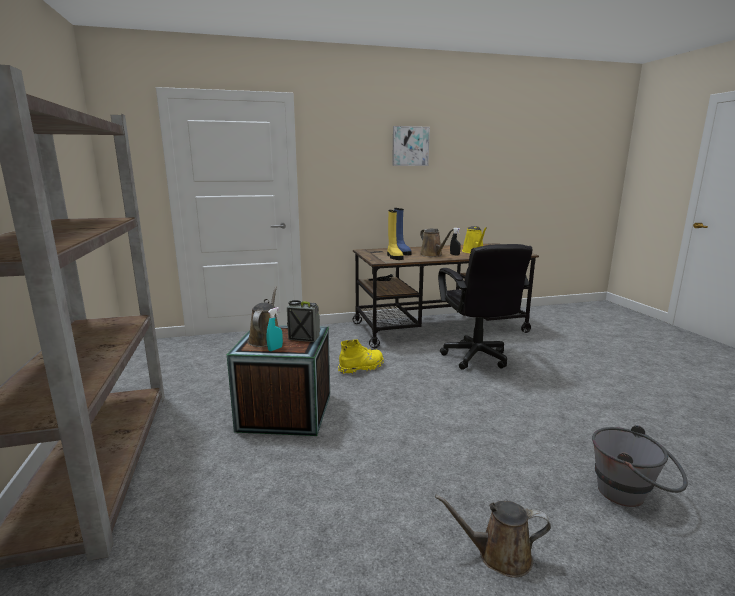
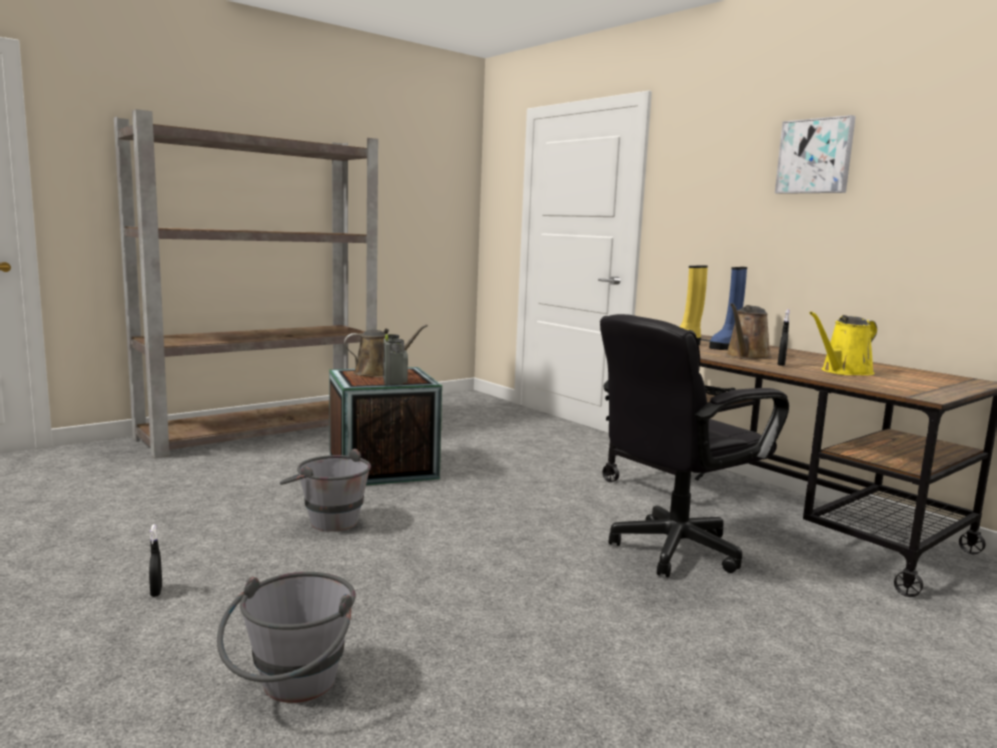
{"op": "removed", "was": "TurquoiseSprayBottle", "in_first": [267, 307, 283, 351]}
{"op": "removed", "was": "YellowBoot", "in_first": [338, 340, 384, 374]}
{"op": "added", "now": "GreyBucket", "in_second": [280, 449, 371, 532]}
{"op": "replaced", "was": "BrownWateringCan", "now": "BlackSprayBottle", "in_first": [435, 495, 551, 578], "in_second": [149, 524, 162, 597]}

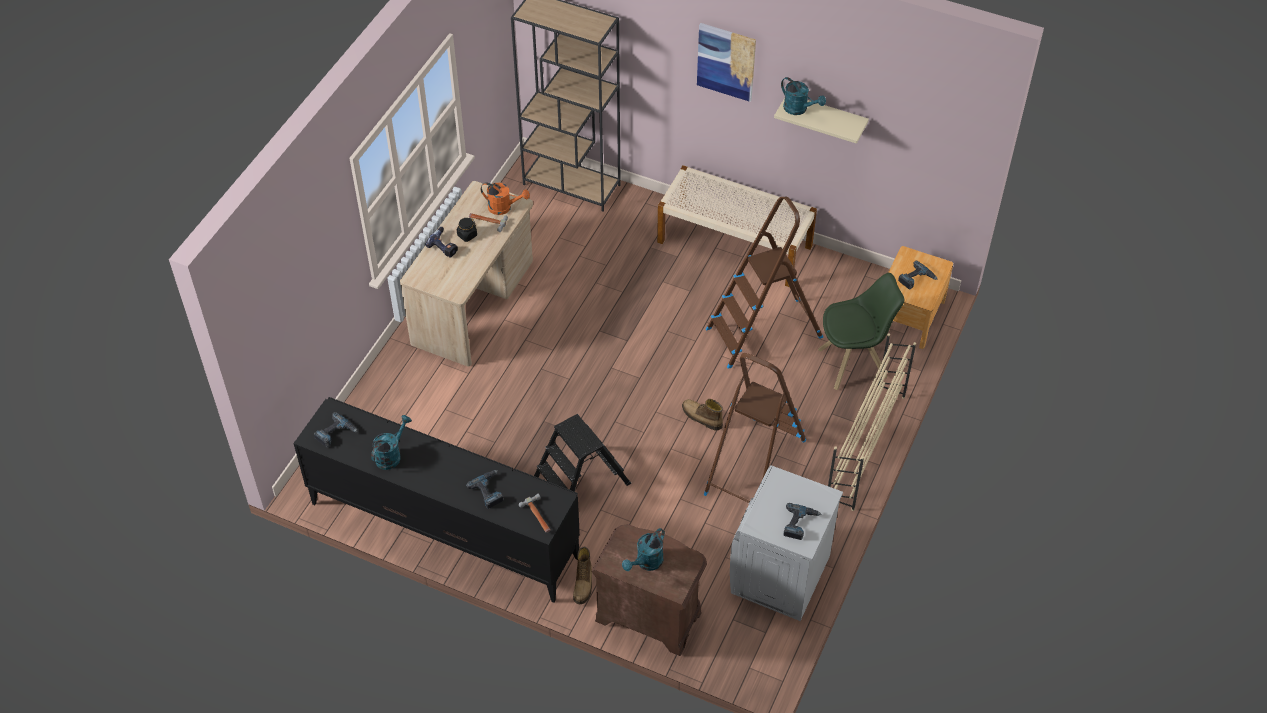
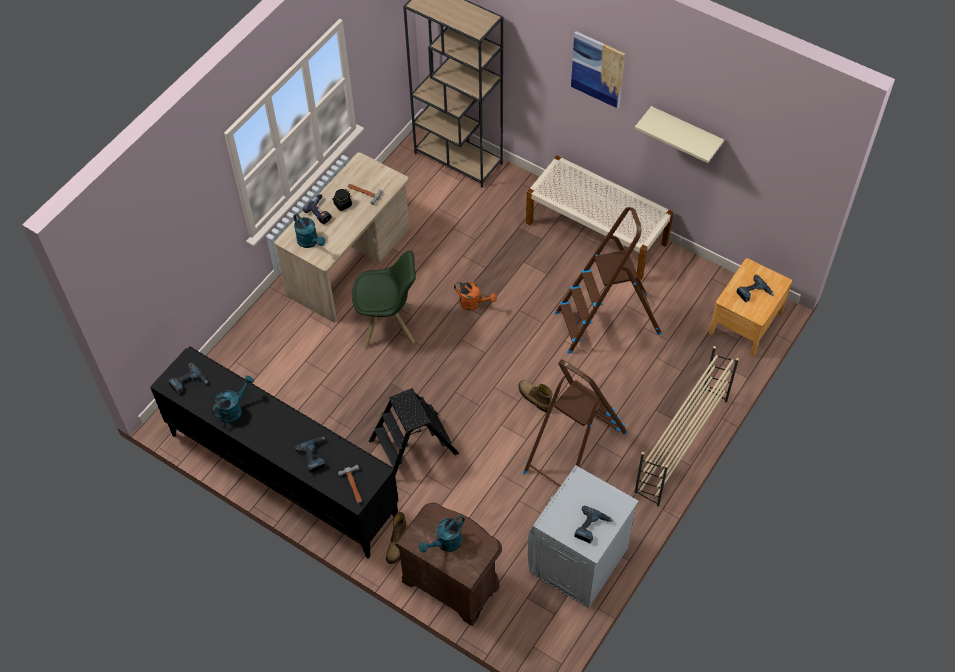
{"op": "moved", "was": "OrangeWateringCan", "in_first": [481, 182, 530, 215], "in_second": [454, 282, 497, 311]}
{"op": "moved", "was": "TurquoiseWateringCan", "in_first": [781, 77, 826, 115], "in_second": [293, 214, 325, 248]}
{"op": "moved", "was": "GreenChair", "in_first": [818, 273, 904, 390], "in_second": [352, 250, 416, 349]}

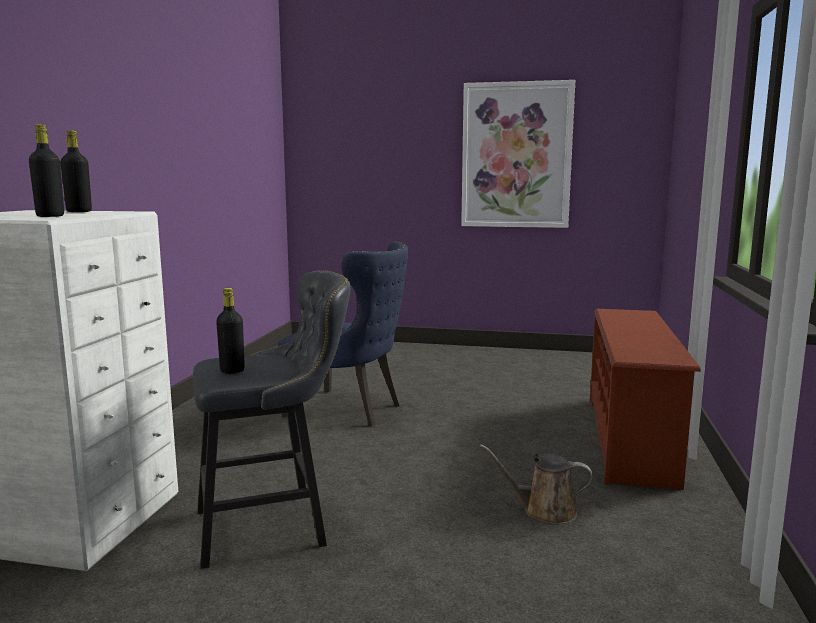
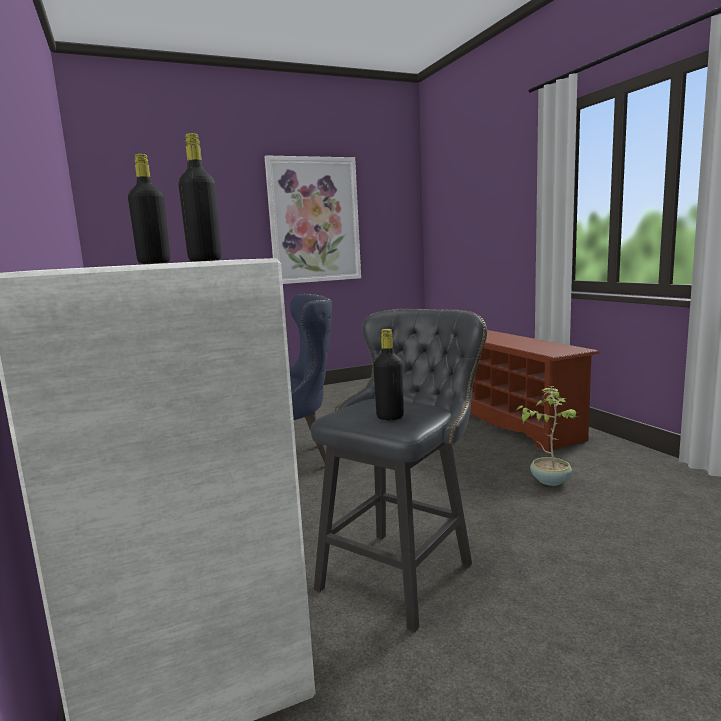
{"op": "replaced", "was": "BrownWateringCan", "now": "PottedPlant", "in_first": [480, 444, 593, 524], "in_second": [516, 386, 580, 486]}

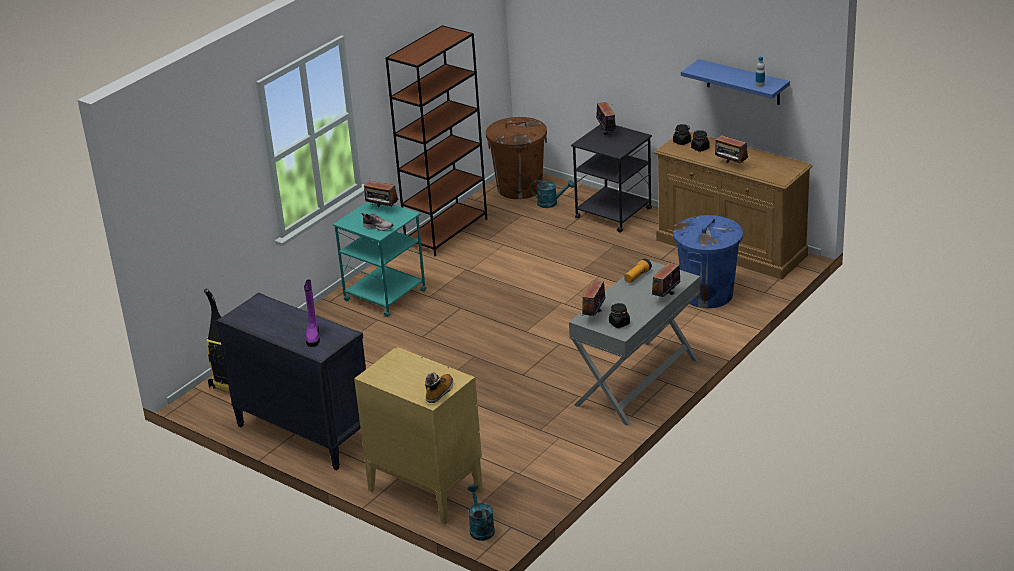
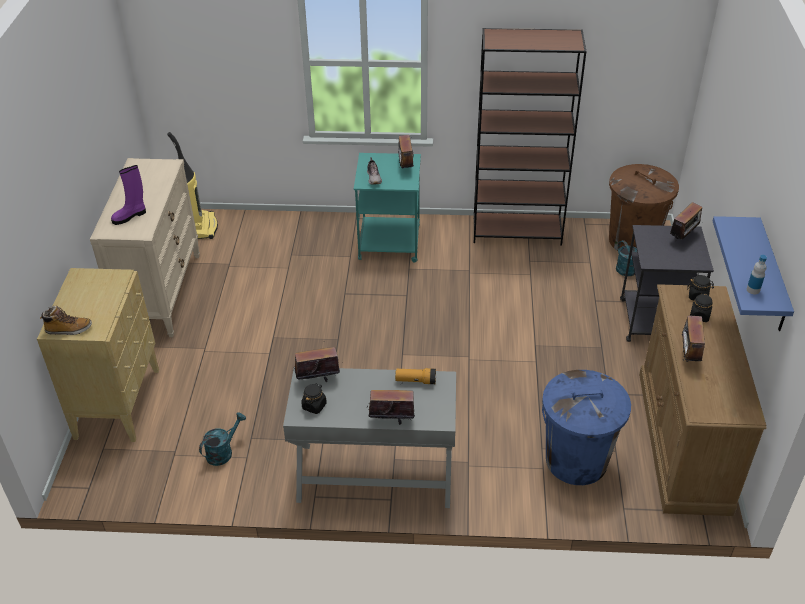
{"op": "moved", "was": "TurquoiseWateringCan", "in_first": [467, 484, 495, 541], "in_second": [199, 412, 246, 466]}
{"op": "recoloured", "was": "BlackDresser", "now": "BeigeDresser", "in_first": [216, 292, 366, 470], "in_second": [90, 158, 200, 337]}

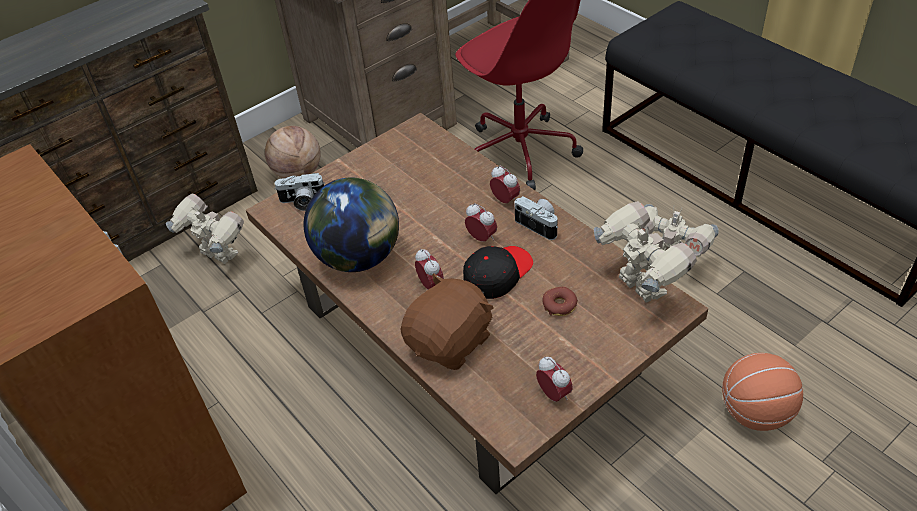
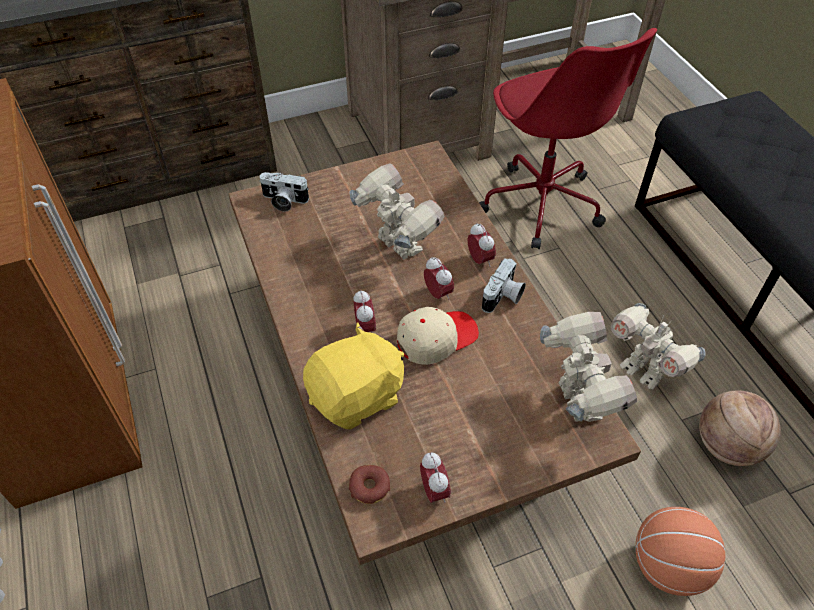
{"op": "removed", "was": "Globe", "in_first": [304, 177, 399, 272]}
{"op": "moved", "was": "ToyRobot", "in_first": [166, 194, 244, 264], "in_second": [350, 164, 445, 260]}
{"op": "moved", "was": "Basketball", "in_first": [265, 126, 321, 179], "in_second": [699, 390, 781, 466]}
{"op": "moved", "was": "Donut", "in_first": [542, 287, 578, 316], "in_second": [349, 465, 390, 504]}
{"op": "recoloured", "was": "BrownPlushToy", "now": "YellowPlushToy", "in_first": [400, 273, 494, 370], "in_second": [303, 322, 404, 429]}
{"op": "recoloured", "was": "BlackCap", "now": "BeigeCap", "in_first": [463, 246, 533, 299], "in_second": [397, 307, 479, 365]}
{"op": "turned", "was": "PhotoCamera", "in_first": [514, 196, 558, 240], "in_second": [482, 258, 526, 313], "clockwise": 60}

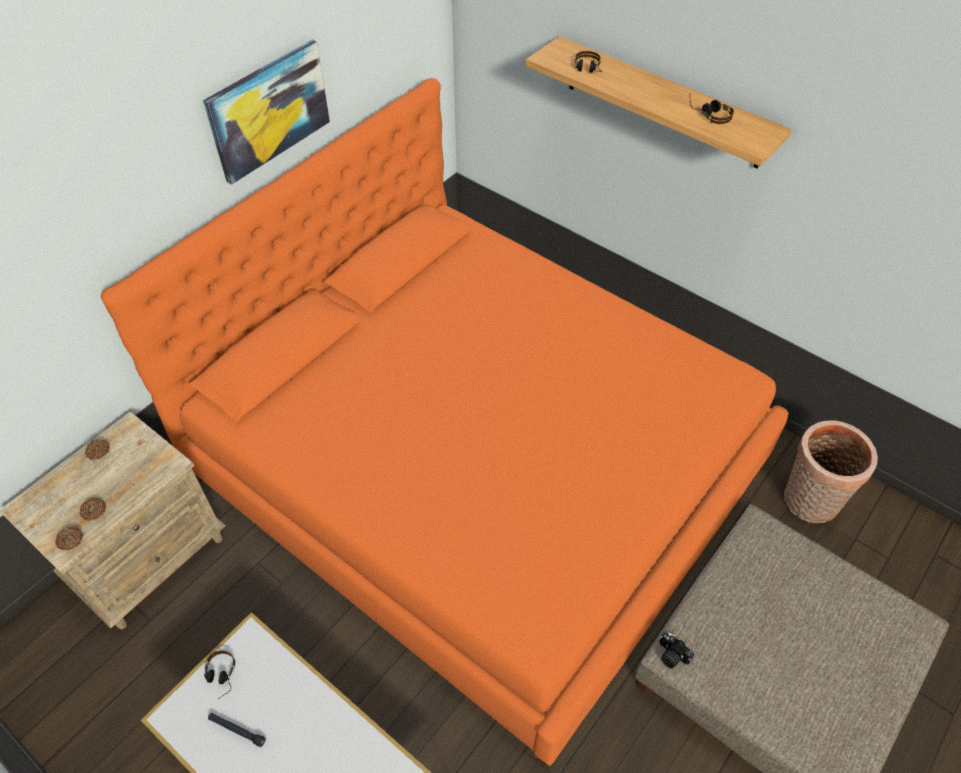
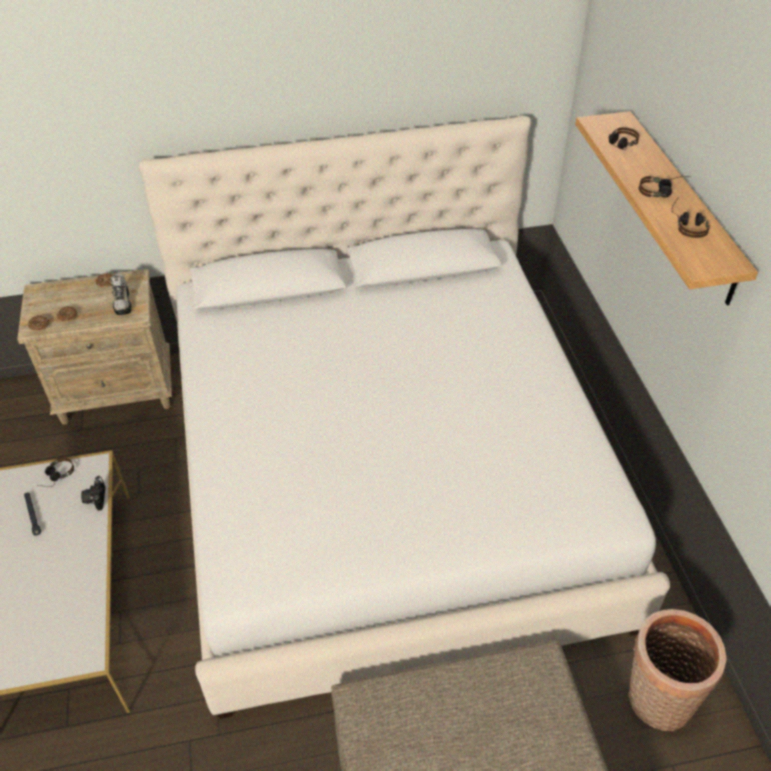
{"op": "removed", "was": "Picture", "in_first": [203, 40, 330, 185]}
{"op": "added", "now": "Shoe", "in_second": [110, 274, 132, 315]}
{"op": "added", "now": "Headphones", "in_second": [639, 176, 690, 197]}
{"op": "moved", "was": "PhotoCamera", "in_first": [659, 631, 694, 669], "in_second": [81, 476, 106, 511]}
{"op": "recoloured", "was": "OrangeBed", "now": "WhiteBed", "in_first": [101, 78, 789, 766], "in_second": [139, 116, 670, 719]}

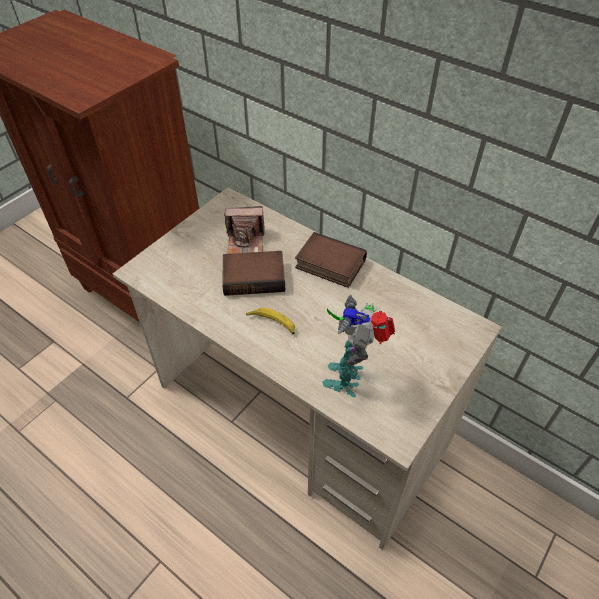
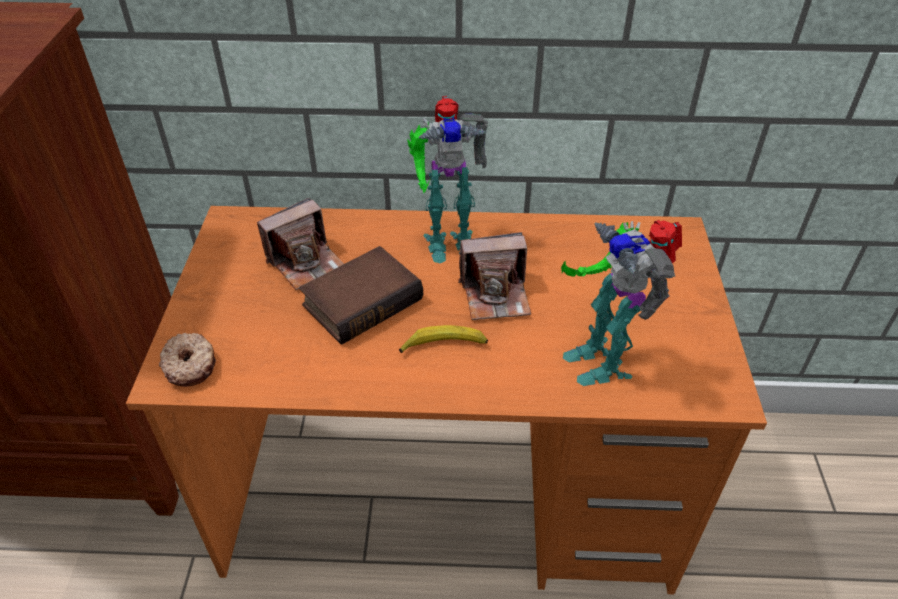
{"op": "added", "now": "Donut", "in_second": [159, 333, 216, 387]}
{"op": "added", "now": "PhotoCamera", "in_second": [458, 232, 531, 320]}
{"op": "replaced", "was": "Book", "now": "ToyRobot", "in_first": [295, 232, 367, 288], "in_second": [407, 96, 488, 263]}
{"op": "recoloured", "was": "BeigeDesk", "now": "OrangeDesk", "in_first": [113, 187, 502, 550], "in_second": [126, 206, 767, 594]}

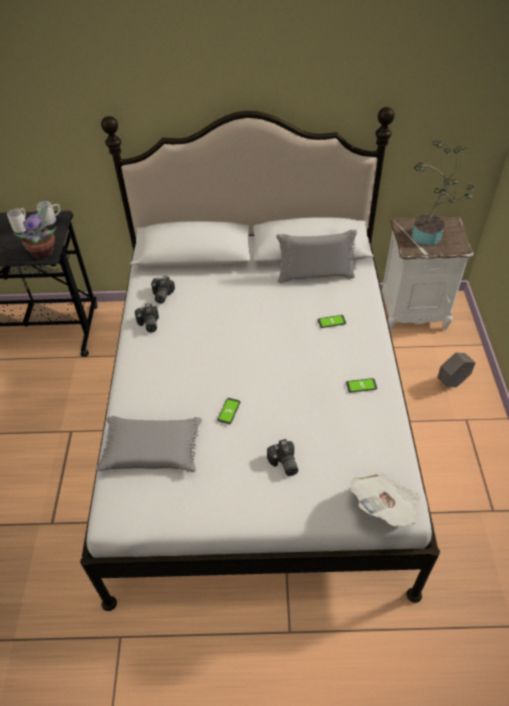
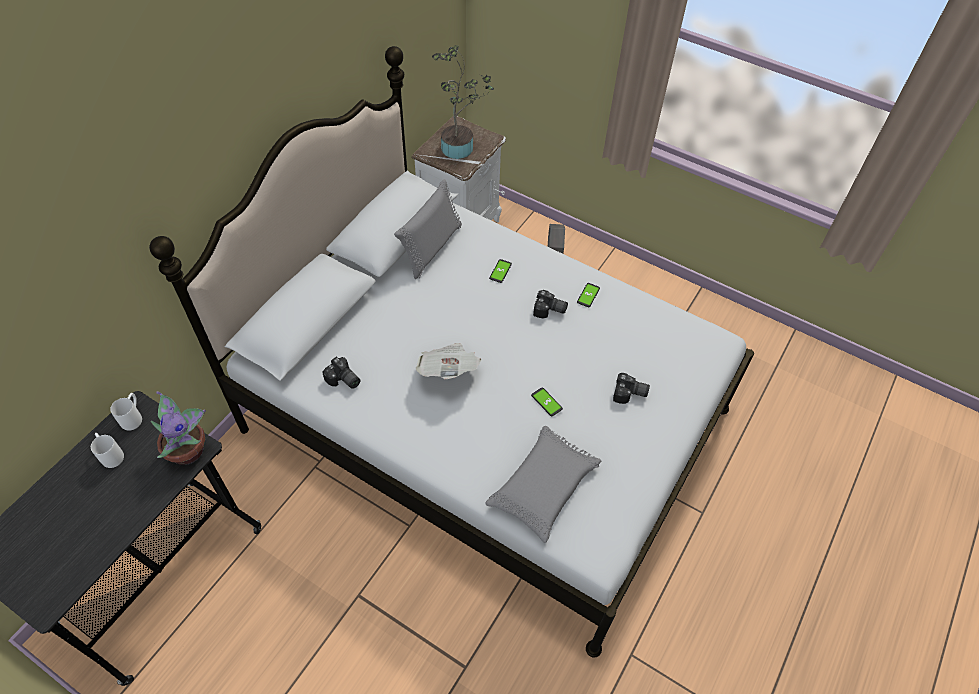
{"op": "moved", "was": "PhotoCamera", "in_first": [135, 304, 159, 332], "in_second": [533, 290, 568, 318]}
{"op": "moved", "was": "Newspaper", "in_first": [350, 473, 420, 526], "in_second": [415, 343, 481, 379]}

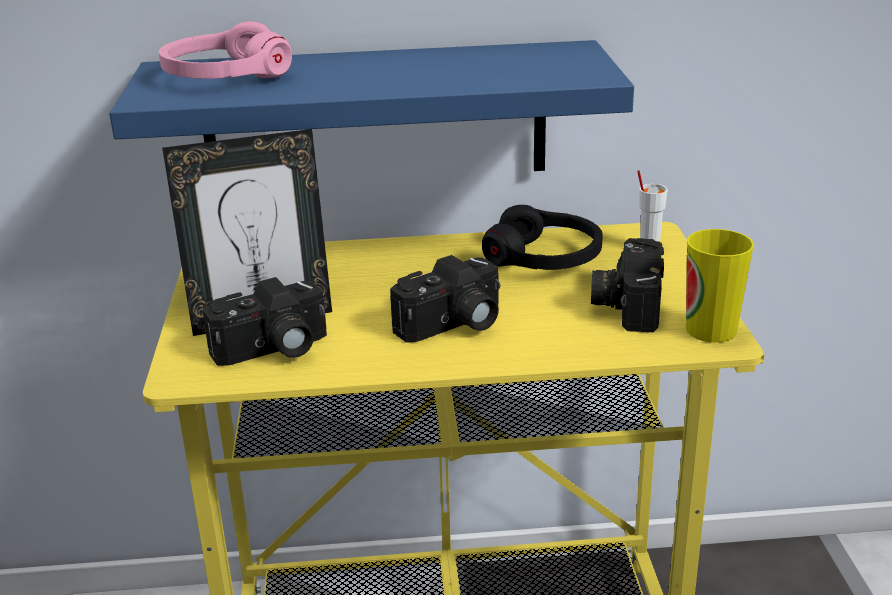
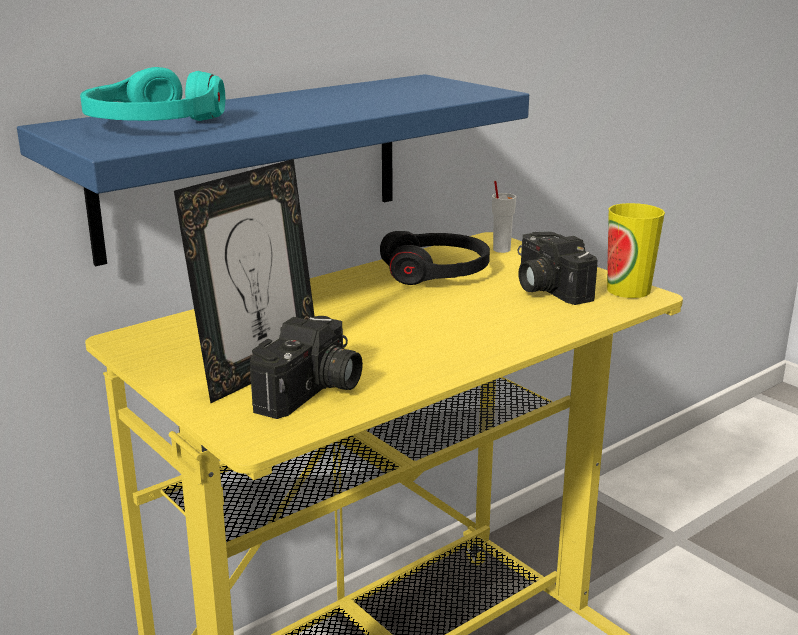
{"op": "removed", "was": "PhotoCamera", "in_first": [390, 255, 500, 343]}
{"op": "recoloured", "was": "PinkHeadphones", "now": "TurquoiseHeadphones", "in_first": [159, 22, 292, 79], "in_second": [80, 67, 225, 121]}

